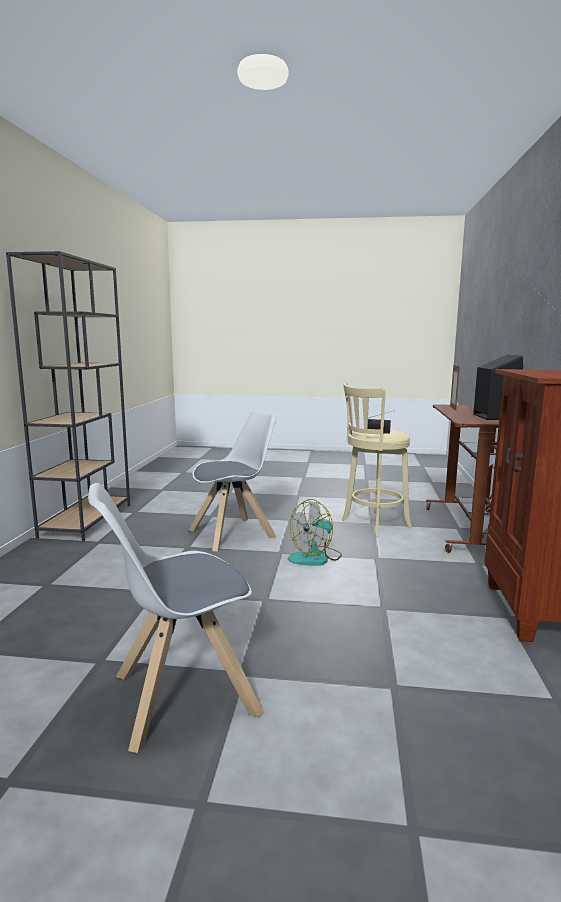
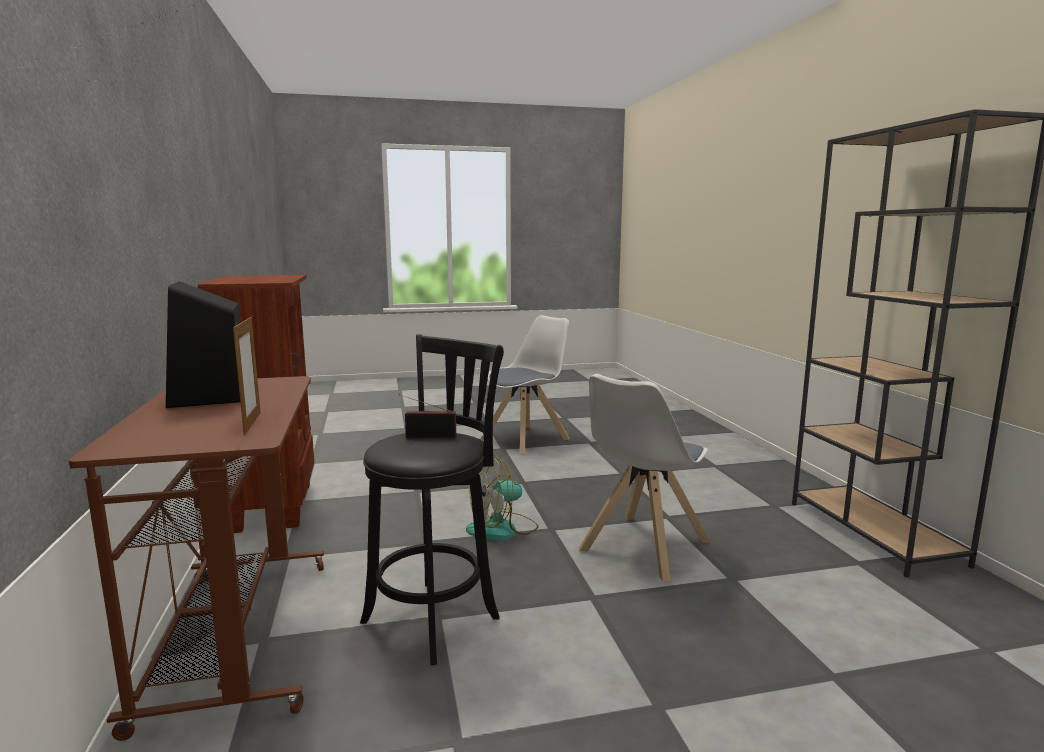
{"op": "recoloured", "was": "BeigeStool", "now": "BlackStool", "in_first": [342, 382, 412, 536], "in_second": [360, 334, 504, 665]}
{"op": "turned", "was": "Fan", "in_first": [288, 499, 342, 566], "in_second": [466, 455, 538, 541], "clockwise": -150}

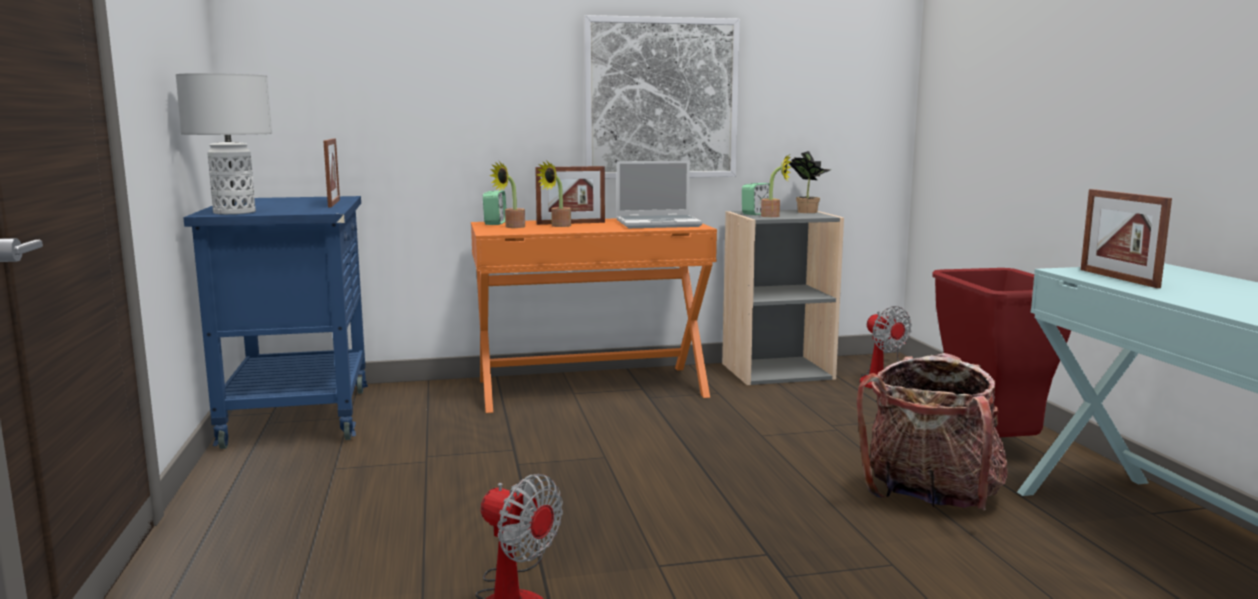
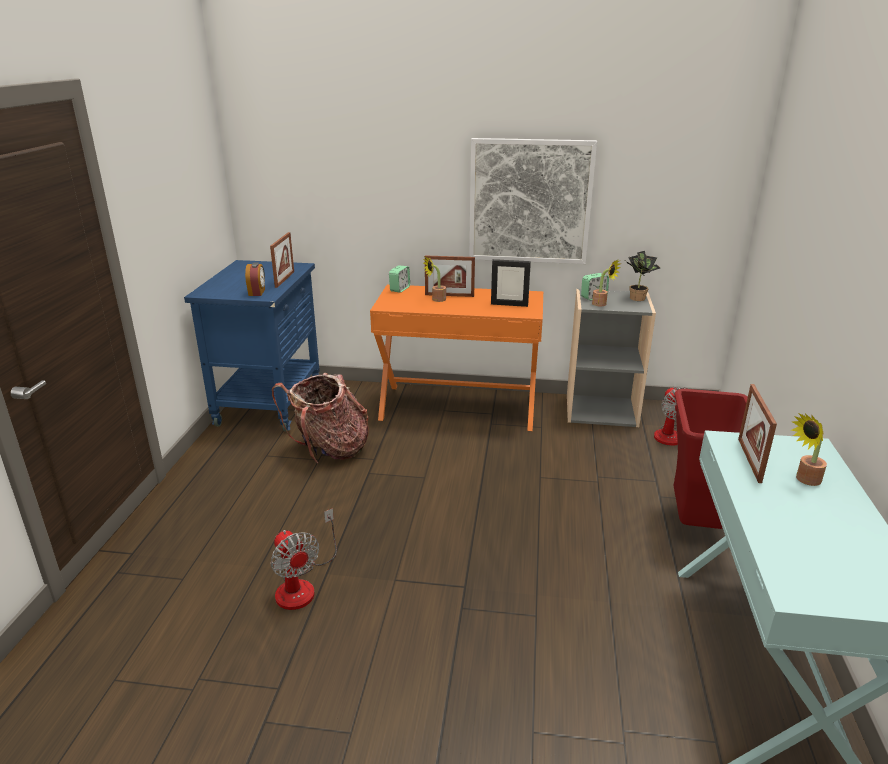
{"op": "removed", "was": "WhiteTableLamp", "in_first": [176, 73, 272, 214]}
{"op": "added", "now": "AlarmClock", "in_second": [245, 263, 265, 296]}
{"op": "moved", "was": "PottedPlant", "in_first": [489, 161, 525, 228], "in_second": [791, 413, 827, 486]}
{"op": "moved", "was": "Backpack", "in_first": [857, 353, 1008, 511], "in_second": [272, 373, 369, 464]}
{"op": "replaced", "was": "Laptop", "now": "PictureFrame", "in_first": [617, 161, 703, 228], "in_second": [491, 259, 531, 307]}

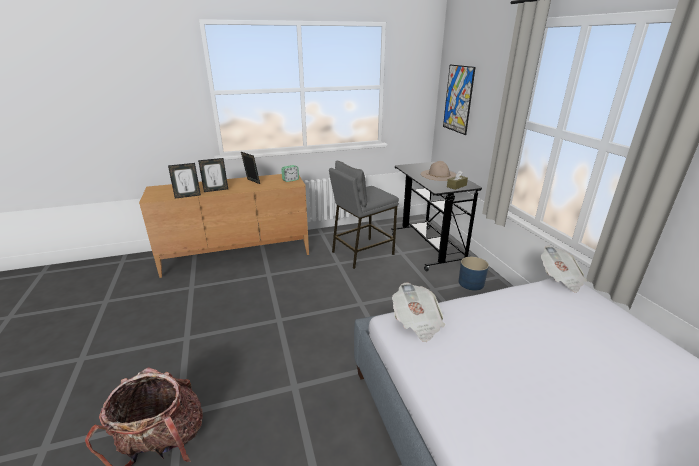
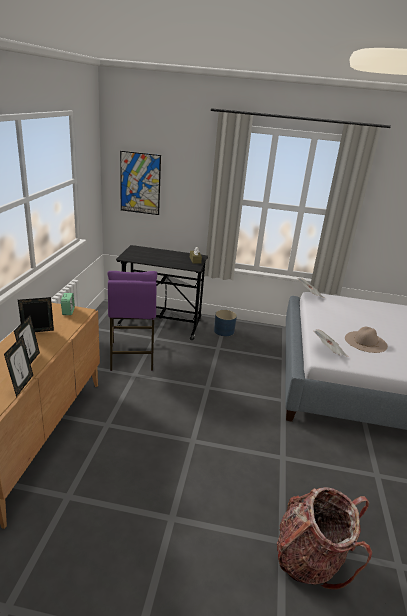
{"op": "moved", "was": "BeigeHat", "in_first": [421, 161, 456, 181], "in_second": [345, 327, 388, 353]}
{"op": "recoloured", "was": "GreyStool", "now": "PurpleStool", "in_first": [329, 161, 399, 269], "in_second": [107, 271, 157, 371]}

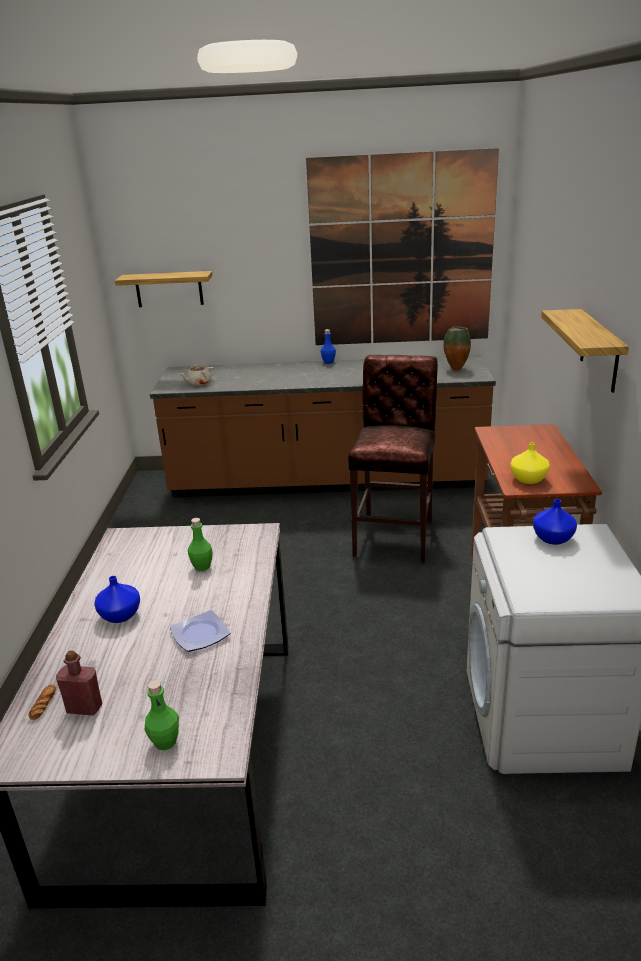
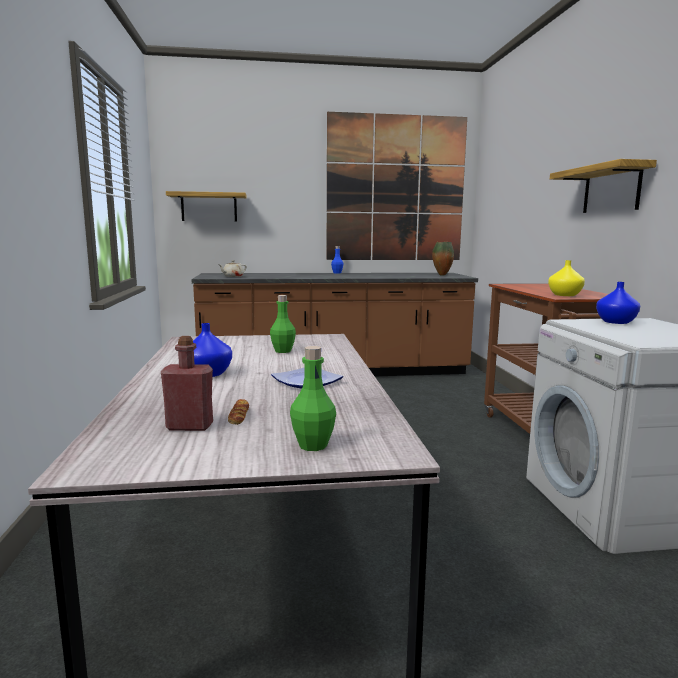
{"op": "removed", "was": "BrownStool", "in_first": [348, 355, 438, 563]}
{"op": "moved", "was": "Bread", "in_first": [28, 685, 56, 720], "in_second": [228, 399, 249, 425]}

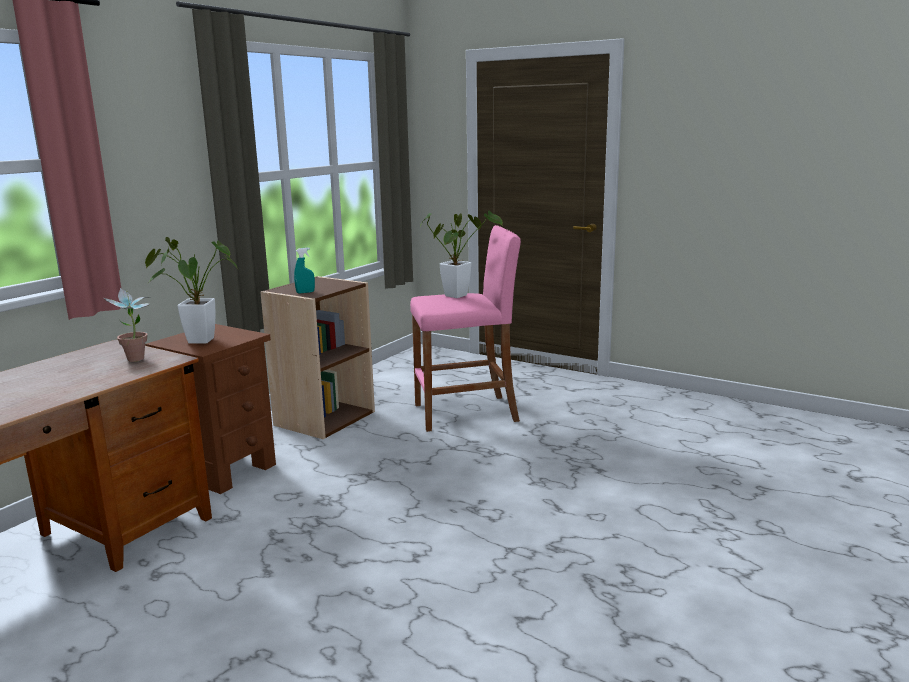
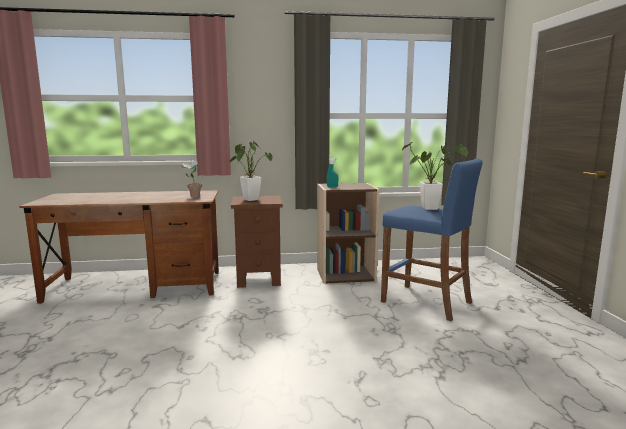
{"op": "recoloured", "was": "PinkStool", "now": "BlueStool", "in_first": [410, 225, 521, 432], "in_second": [381, 159, 482, 321]}

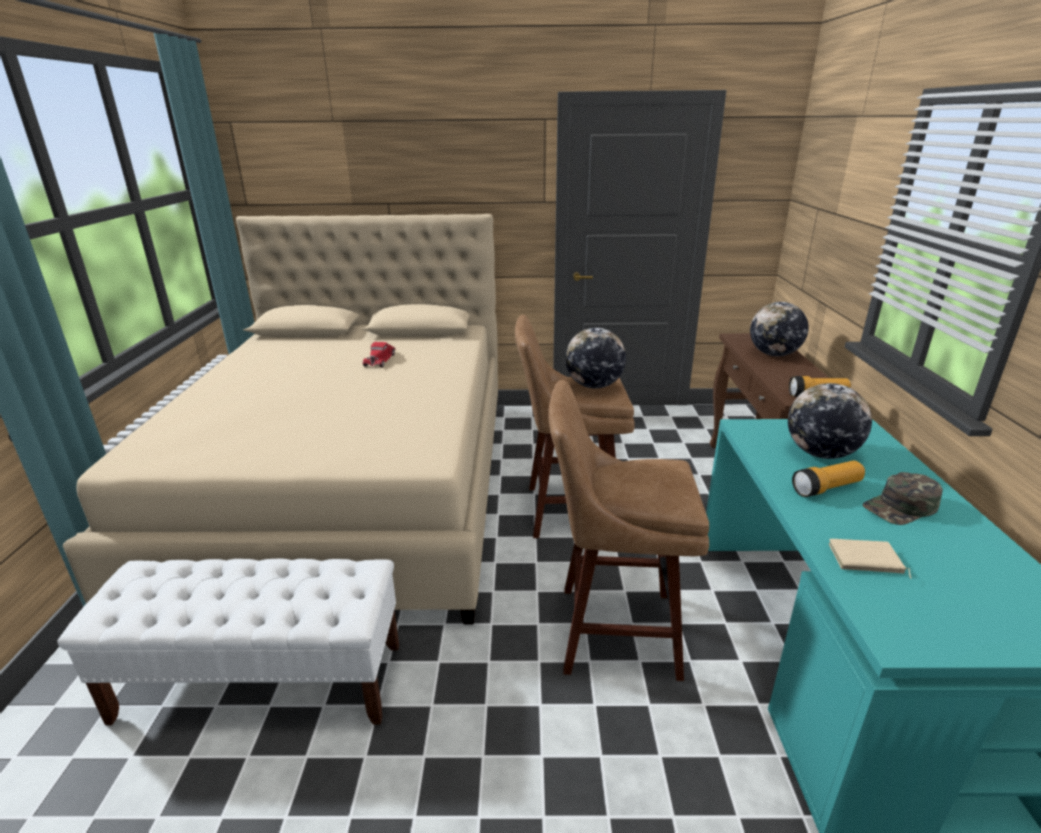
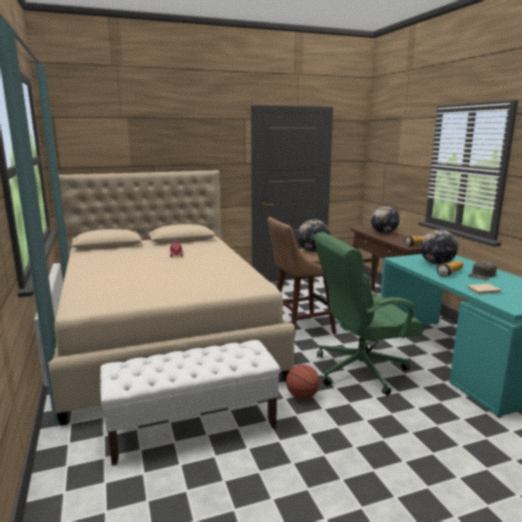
{"op": "added", "now": "Basketball", "in_second": [286, 364, 320, 399]}
{"op": "replaced", "was": "BrownStool", "now": "GreenOfficeChair", "in_first": [548, 380, 709, 681], "in_second": [314, 232, 424, 396]}

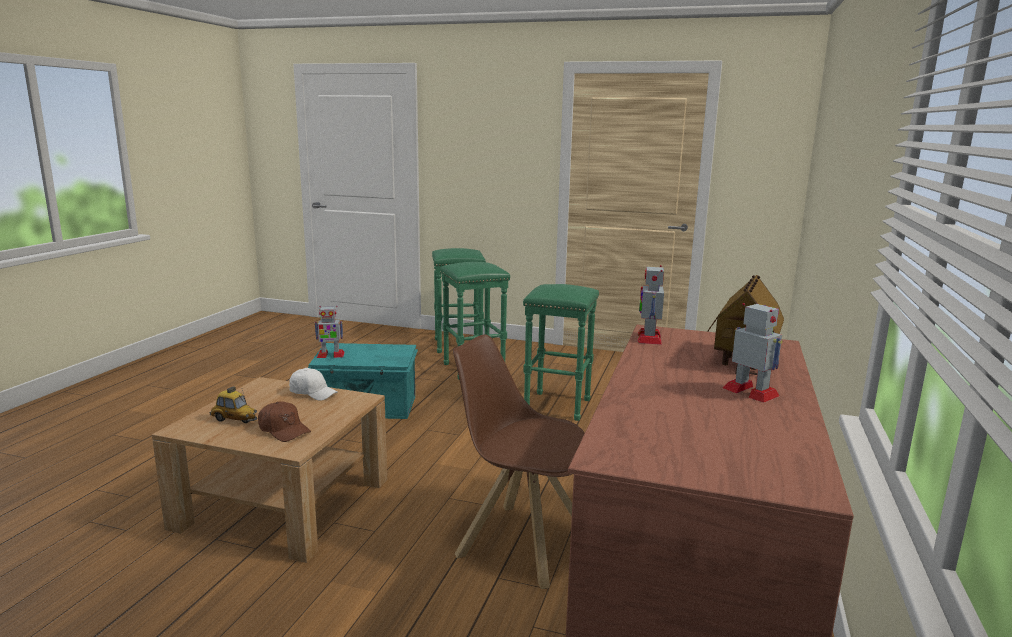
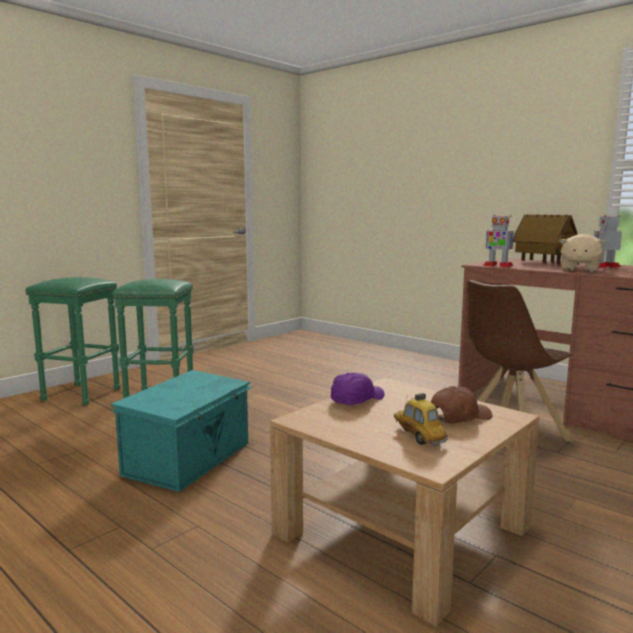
{"op": "removed", "was": "ToyRobot", "in_first": [314, 306, 345, 358]}
{"op": "removed", "was": "GreenStool", "in_first": [523, 284, 599, 421]}
{"op": "added", "now": "BeigePlushToy", "in_second": [559, 234, 605, 272]}
{"op": "recoloured", "was": "WhiteCap", "now": "PurpleCap", "in_first": [289, 368, 338, 401], "in_second": [331, 373, 385, 405]}
{"op": "turned", "was": "ToyCar", "in_first": [209, 387, 257, 423], "in_second": [394, 393, 448, 447], "clockwise": -75}

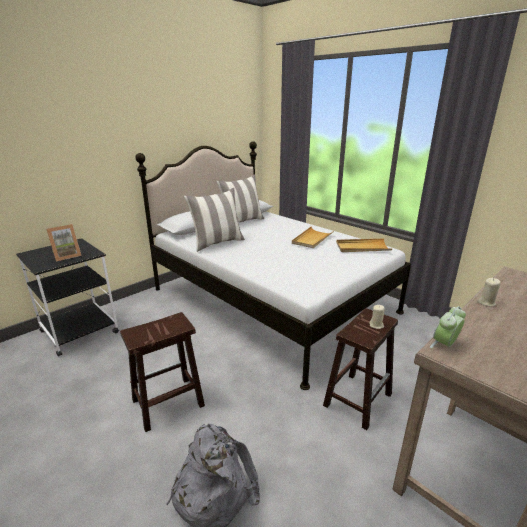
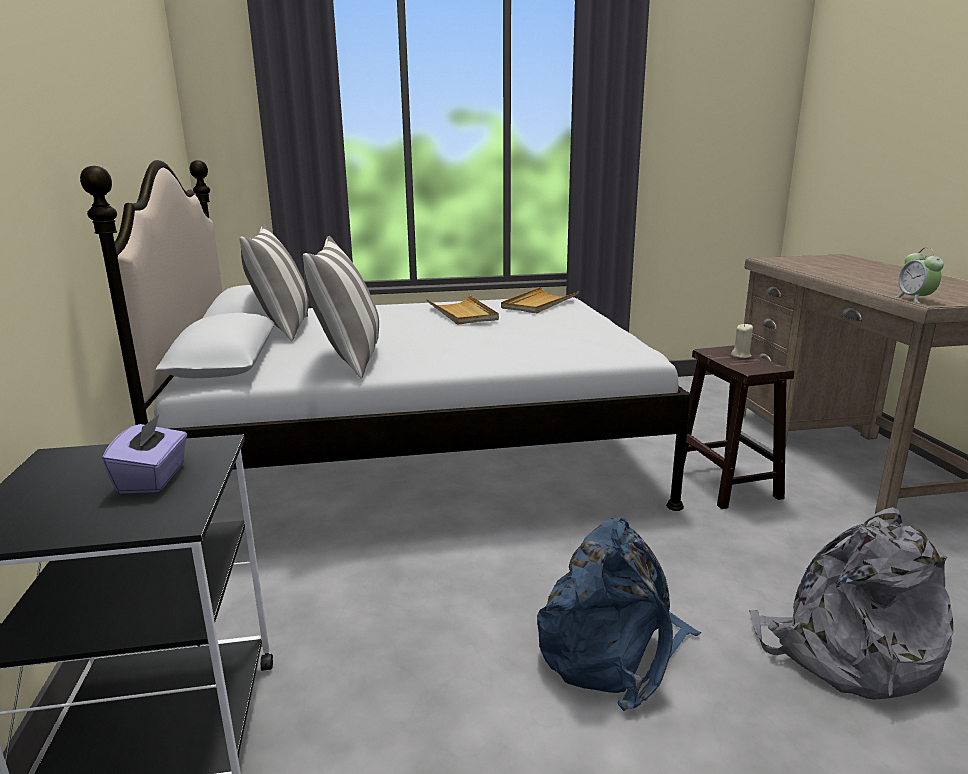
{"op": "removed", "was": "BeigeCandle", "in_first": [477, 278, 501, 307]}
{"op": "replaced", "was": "PictureFrame", "now": "PurpleTissueBox", "in_first": [46, 224, 82, 262], "in_second": [102, 413, 187, 493]}
{"op": "replaced", "was": "BrownStool", "now": "BlueBackpack", "in_first": [120, 312, 205, 432], "in_second": [537, 517, 701, 711]}

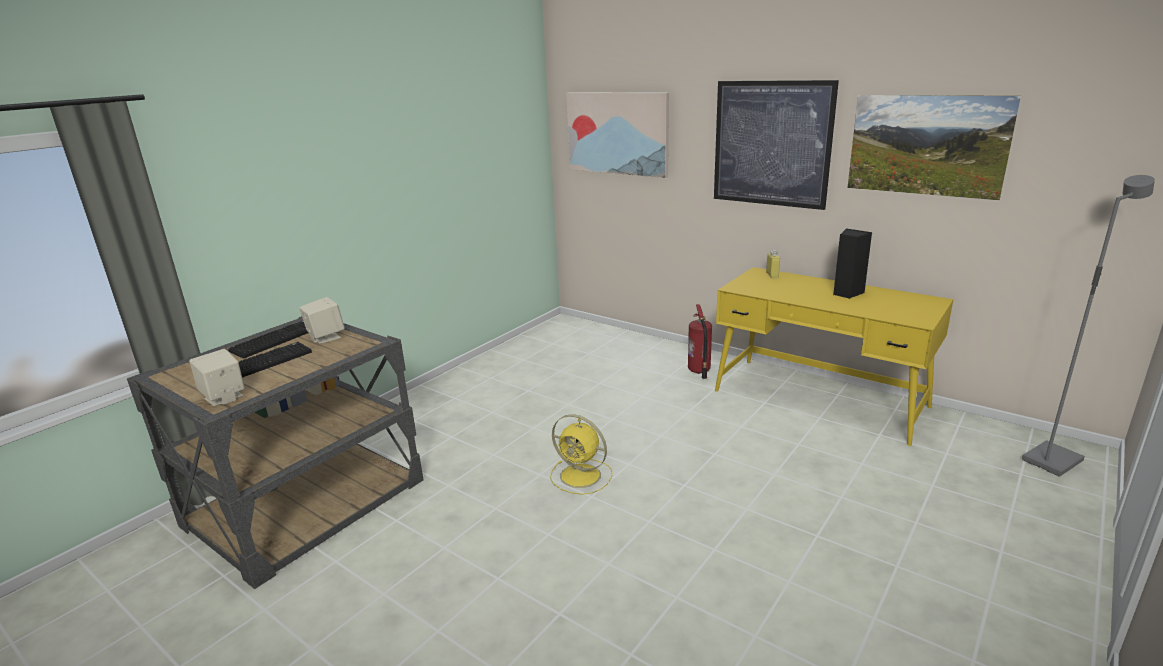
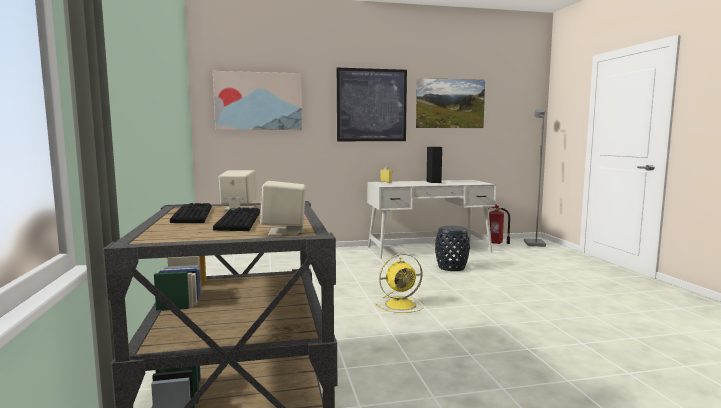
{"op": "added", "now": "BlackStool", "in_second": [435, 225, 470, 271]}
{"op": "moved", "was": "FireExtinguisher", "in_first": [688, 304, 712, 379], "in_second": [488, 204, 510, 244]}
{"op": "recoloured", "was": "YellowDesk", "now": "WhiteDesk", "in_first": [715, 267, 954, 446], "in_second": [367, 180, 496, 259]}

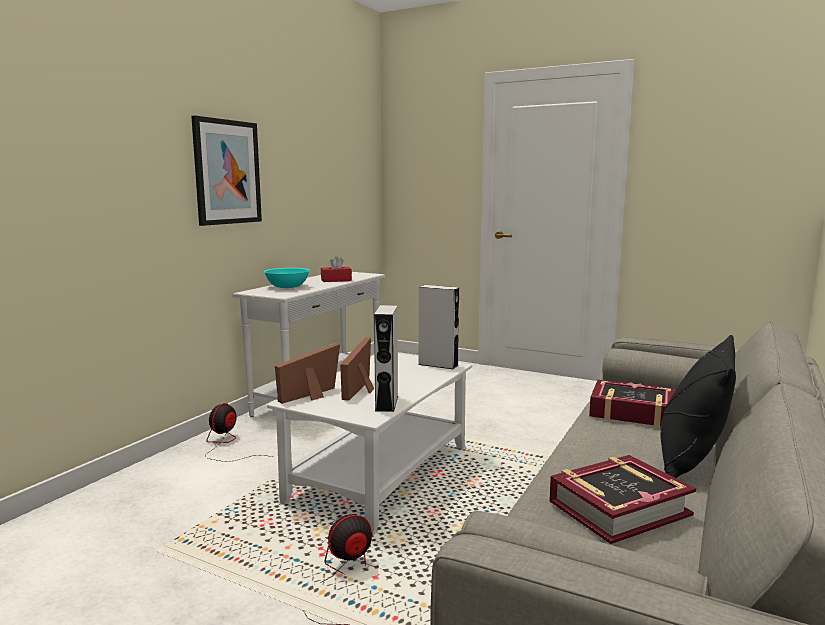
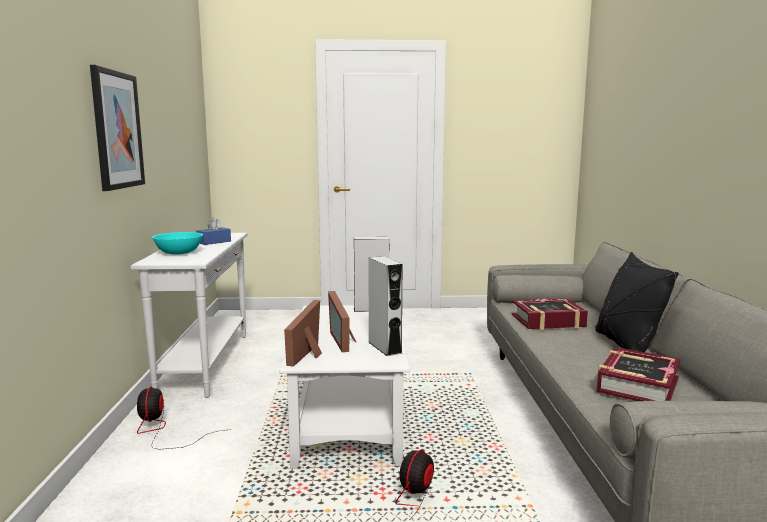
{"op": "recoloured", "was": "RedTissueBox", "now": "BlueTissueBox", "in_first": [321, 256, 352, 282], "in_second": [196, 217, 231, 245]}

